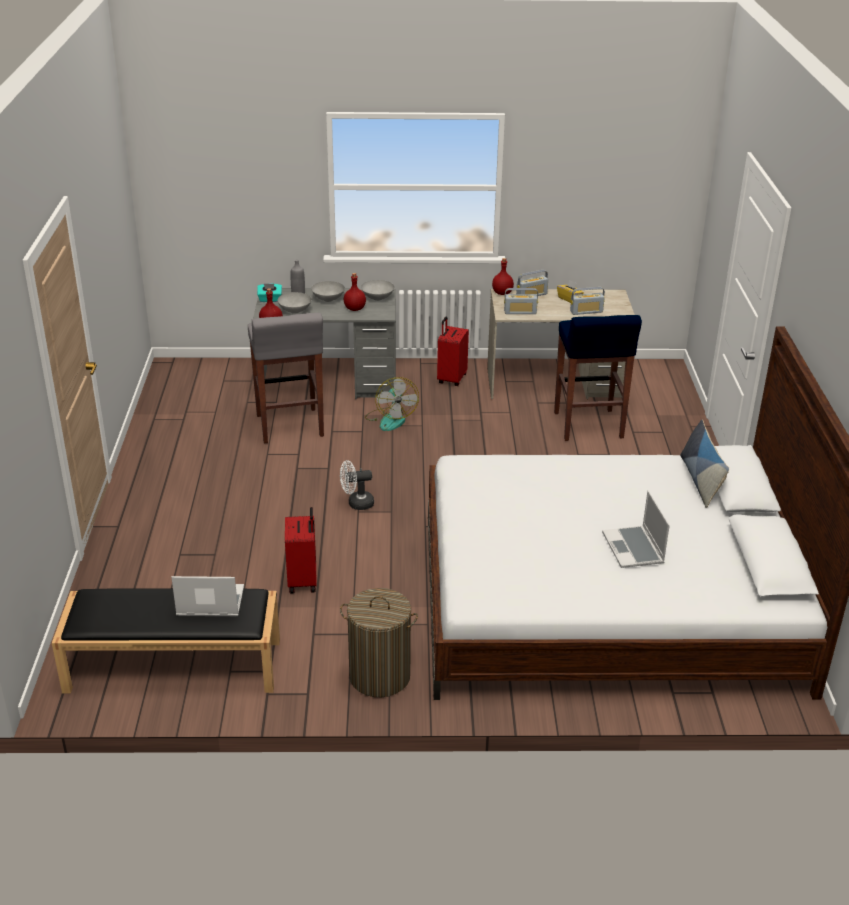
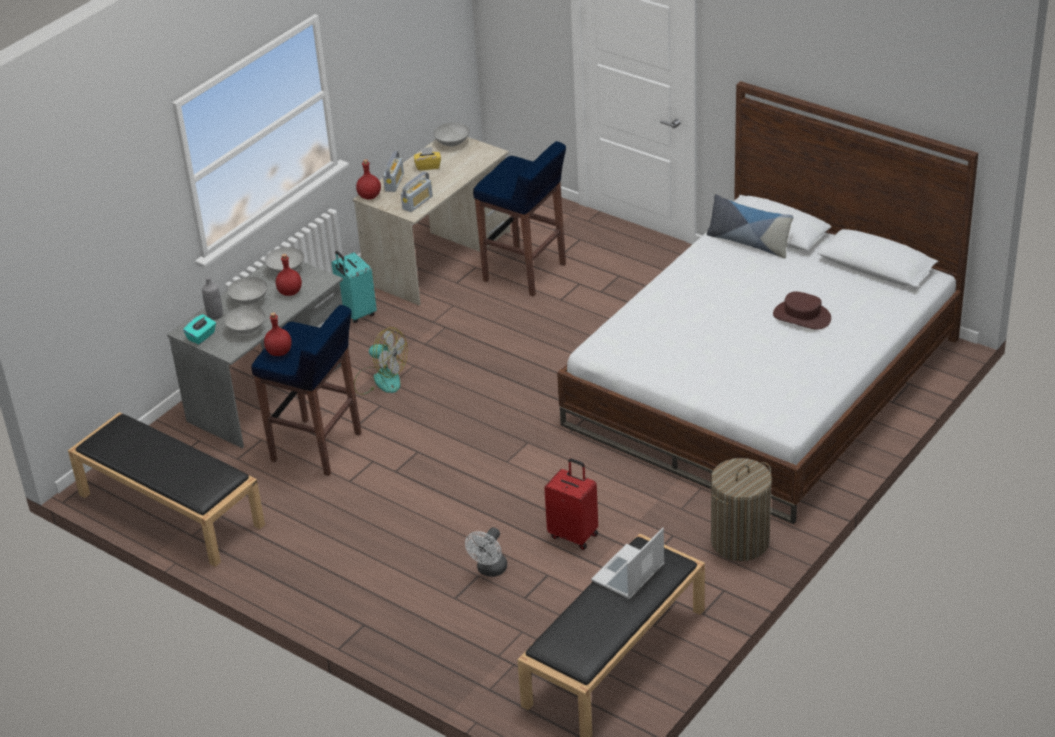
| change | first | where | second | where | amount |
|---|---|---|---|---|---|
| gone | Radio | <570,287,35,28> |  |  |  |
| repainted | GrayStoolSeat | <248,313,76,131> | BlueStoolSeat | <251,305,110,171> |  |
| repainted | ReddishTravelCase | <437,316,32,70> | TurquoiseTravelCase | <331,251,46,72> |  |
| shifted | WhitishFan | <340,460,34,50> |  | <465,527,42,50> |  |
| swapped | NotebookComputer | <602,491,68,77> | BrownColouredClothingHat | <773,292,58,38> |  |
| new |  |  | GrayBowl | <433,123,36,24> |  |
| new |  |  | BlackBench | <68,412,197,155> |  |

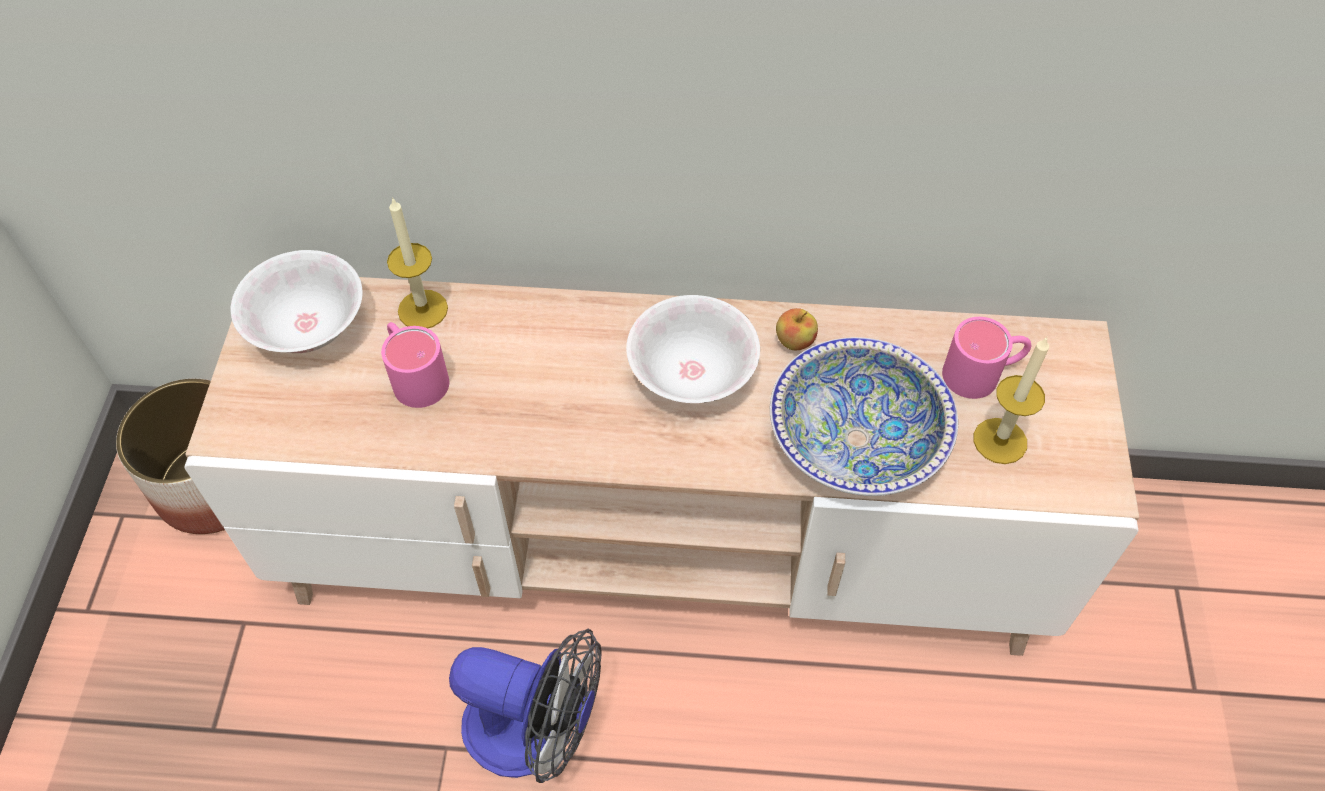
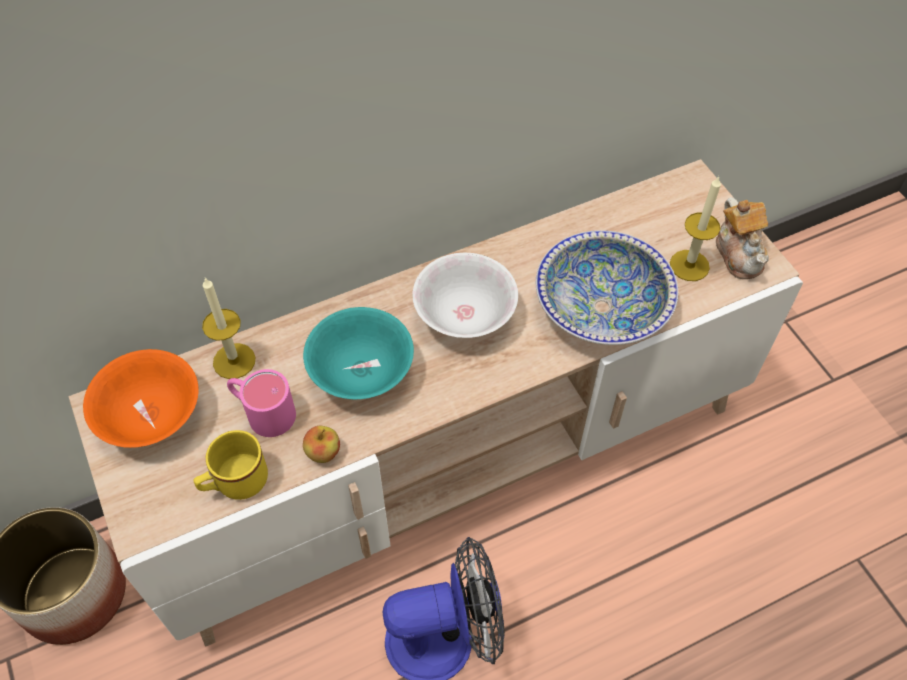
| change | first | where | second | where | amount |
|---|---|---|---|---|---|
| repainted | WhitishBowl | <231,250,132,103> | OrangeBowl | <83,349,116,99> |  |
| shifted | WholeApple | <776,308,42,42> |  | <303,426,37,37> |  |
| gone | PinkColouredTeaMug | <942,317,90,82> |  |  |  |
| new |  |  | PotForTea | <716,197,53,82> |  |
| new |  |  | TurquoiseBowl | <303,307,111,92> |  |
| new |  |  | YellowColouredTeaMug | <194,430,74,70> |  |

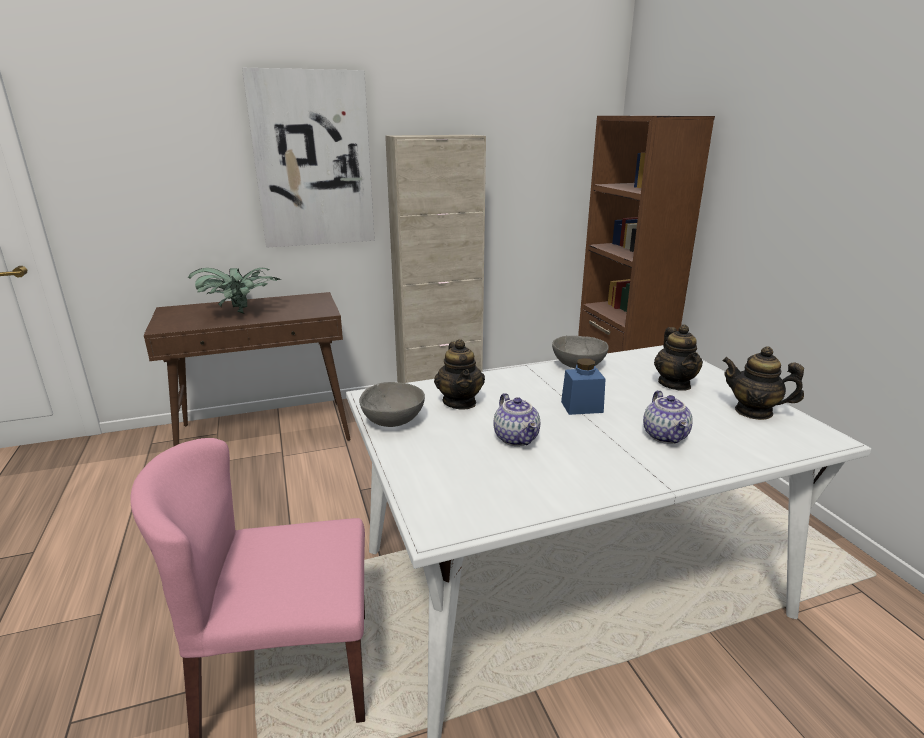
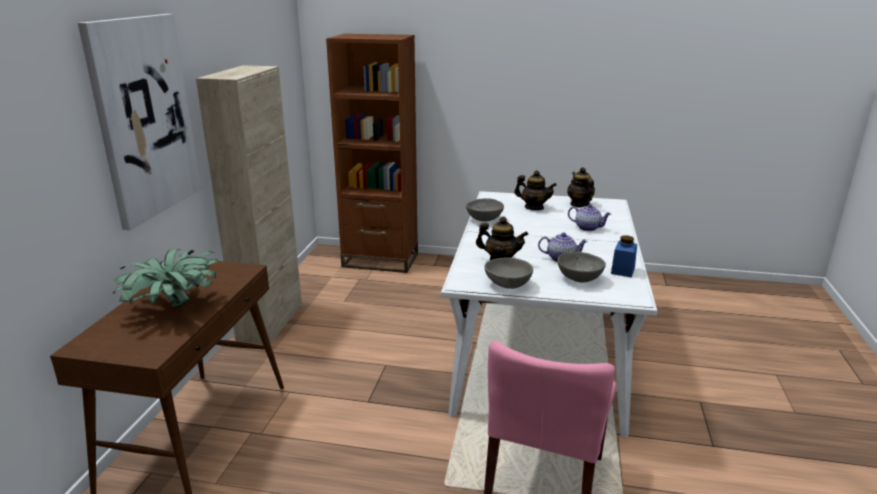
| change | first | where | second | where | amount |
|---|---|---|---|---|---|
| rotated | PotForTea | <722,347,82,73> |  | <567,167,28,40> | 105 degrees clockwise |
| shifted | BlueJar | <561,358,45,57> |  | <611,235,26,43> |  |
| new |  |  | GrayBowl | <557,251,49,31> |  |

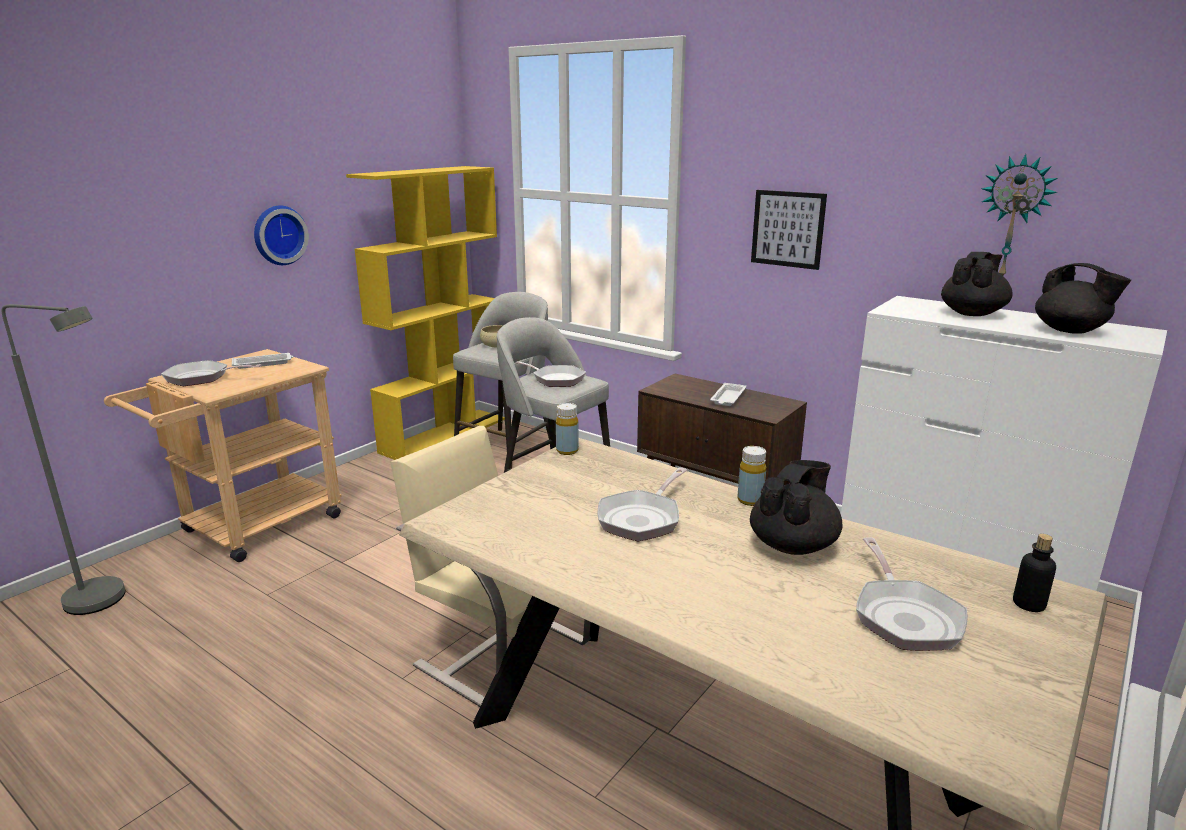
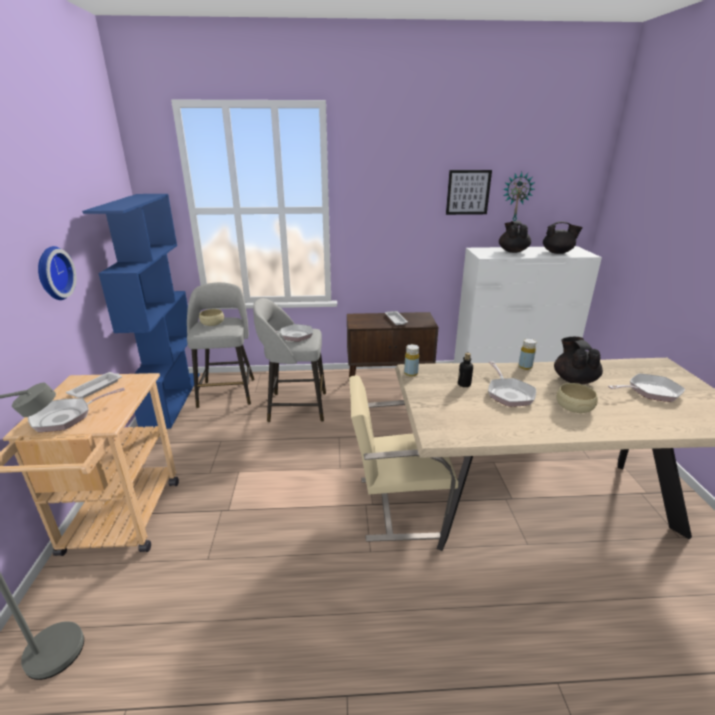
| change | first | where | second | where | amount |
|---|---|---|---|---|---|
| repainted | YellowColouredBookcase | <346,166,159,294> | BlueBookcase | <82,194,118,235> |  |
| shifted | WallPicture | <751,190,76,80> |  | <446,170,46,45> |  |
| shifted | BeverageBottle | <1013,534,43,78> |  | <458,353,15,34> |  |
| rotated | FryingPan | <856,537,112,114> |  | <608,374,77,28> | 60 degrees counterclockwise |
| new |  |  | BeigeColouredBowl | <556,383,42,30> |  |

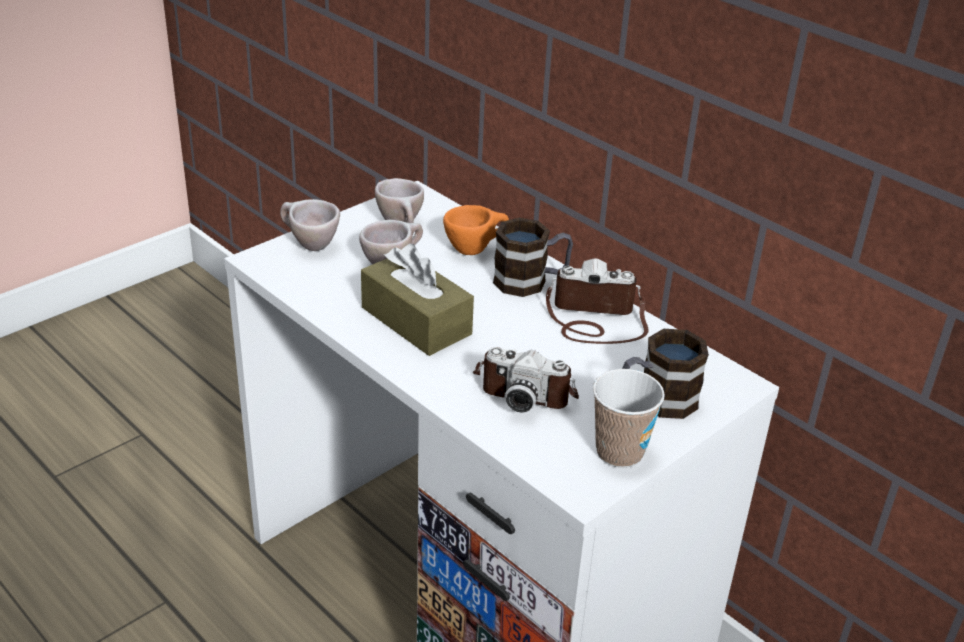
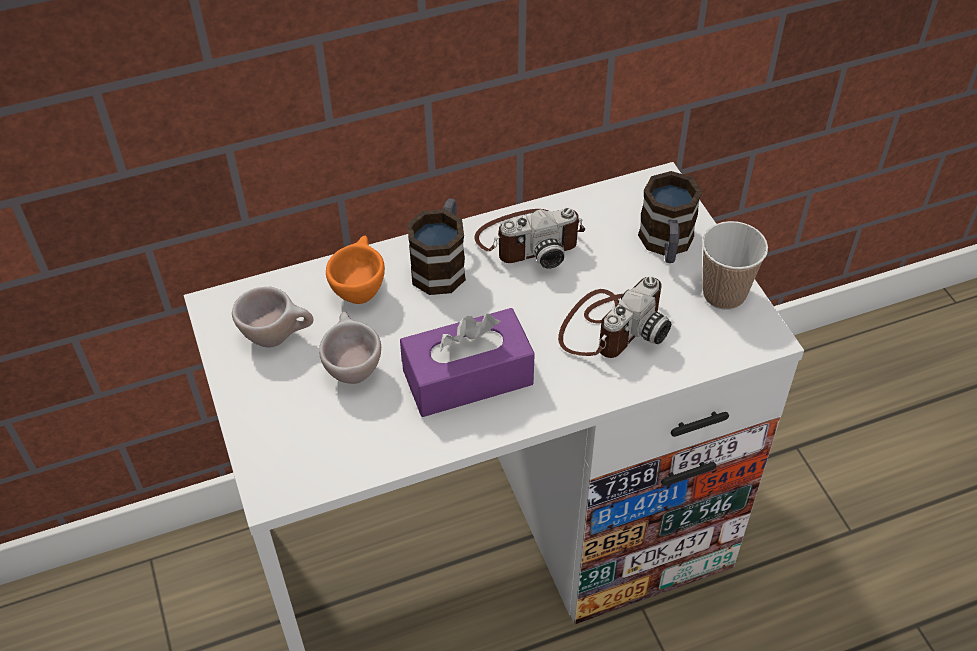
| change | first | where | second | where | amount |
|---|---|---|---|---|---|
| gone | BeigeColouredCup | <280,199,60,52> |  |  |  |
| repainted | BrownColouredTissueBox | <361,244,113,112> | PurpleTissueBox | <400,308,135,109> |  |
| rotated | StillCamera | <546,258,103,86> |  | <474,208,111,61> | 135 degrees counterclockwise |

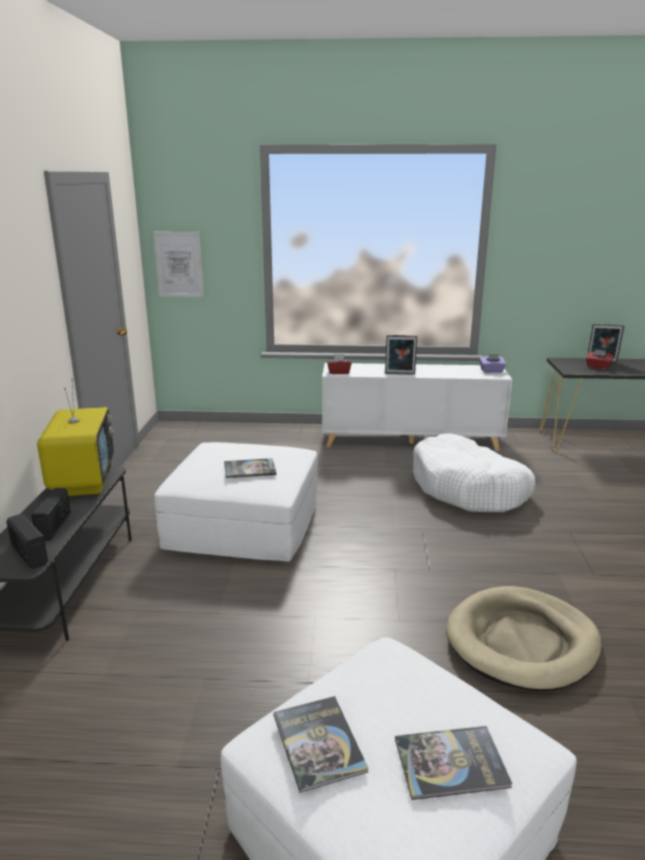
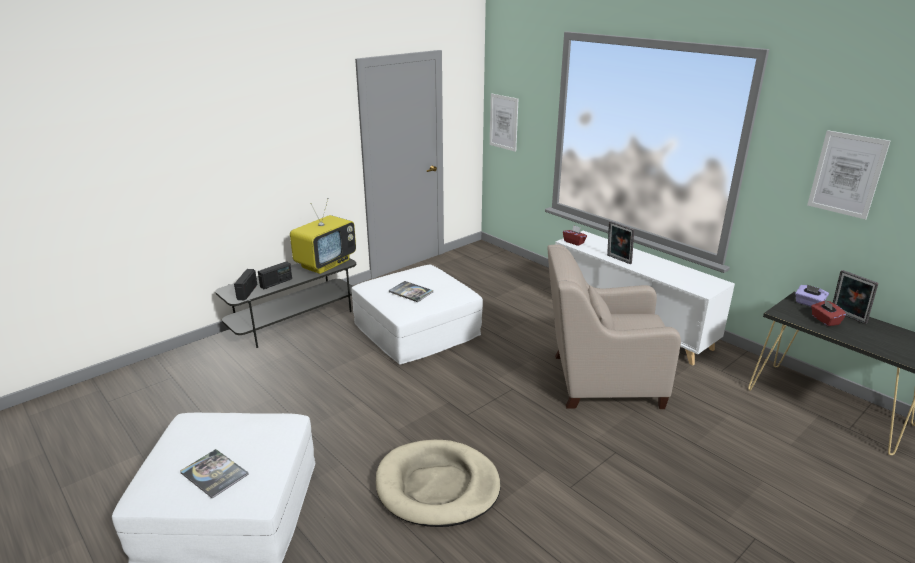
| change | first | where | second | where | amount |
|---|---|---|---|---|---|
| shifted | PurpleTissueBox | <480,354,26,19> |  | <795,284,34,23> |  |
| swapped | WhitishDogBed | <413,434,123,78> | BeigeColouredEasyChair | <547,244,134,165> |  |
| gone | BoundBook | <273,696,96,97> |  |  |  |
| new |  |  | WallPicture | <807,130,83,90> |  |

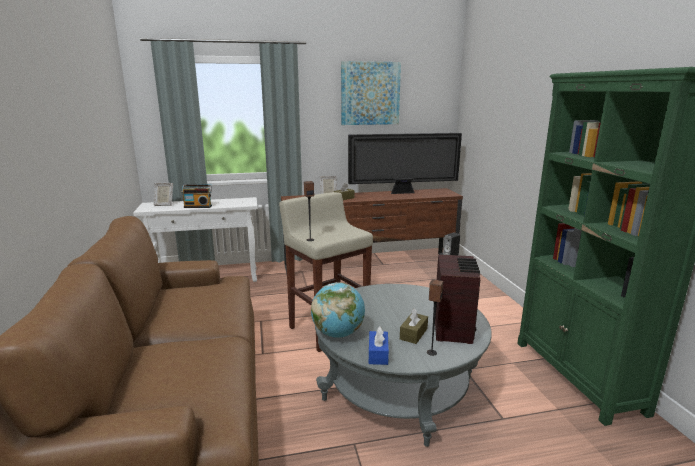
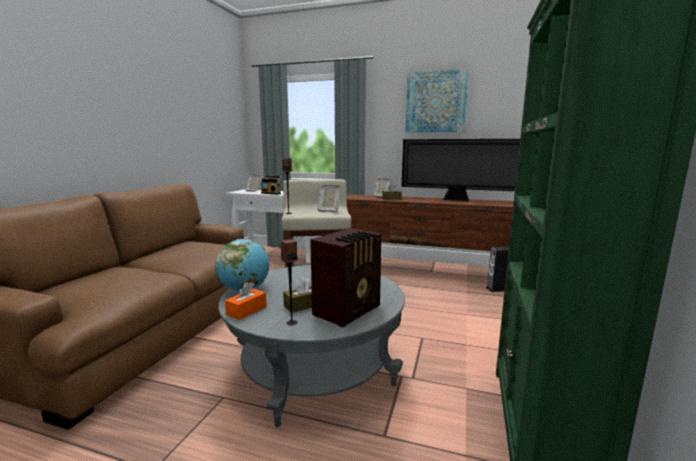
| change | first | where | second | where | amount |
|---|---|---|---|---|---|
| repainted | BlueTissueBox | <369,326,20,39> | OrangeTissueBox | <225,282,42,38> |  |
| new |  |  | PhotoFrame | <317,184,25,28> |  |

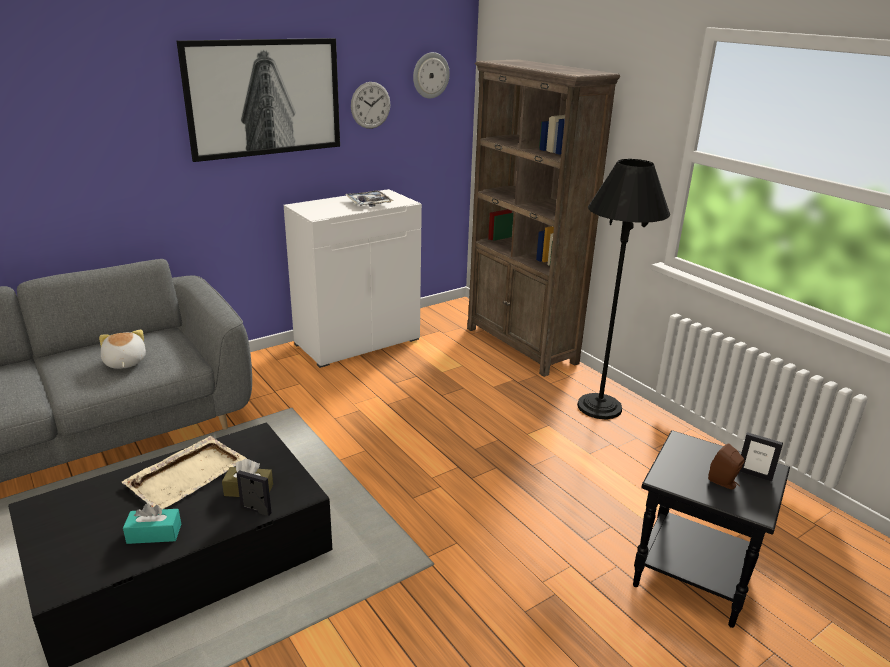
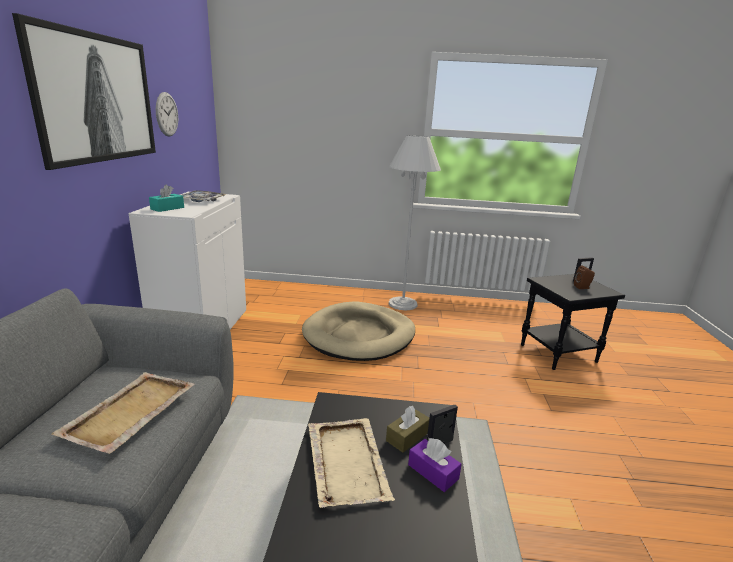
| change | first | where | second | where | amount |
|---|---|---|---|---|---|
| gone | WallClock | <413,52,37,46> |  |  |  |
| gone | BrownColouredBookcase | <467,59,153,318> |  |  |  |
| repainted | BlackStandardLamp | <577,159,93,260> | WhitishStandardLamp | <389,135,52,175> |  |
| swapped | SoftToy | <99,330,47,39> | BeigeColouredCarryingTray | <51,372,144,82> |  |
| shifted | TurquoiseTissueBox | <123,503,58,41> |  | <149,184,35,28> |  |
| new |  |  | BeigeColouredDogBed | <302,302,113,59> |  |
| new |  |  | PurpleTissueBox | <408,438,54,54> |  |

